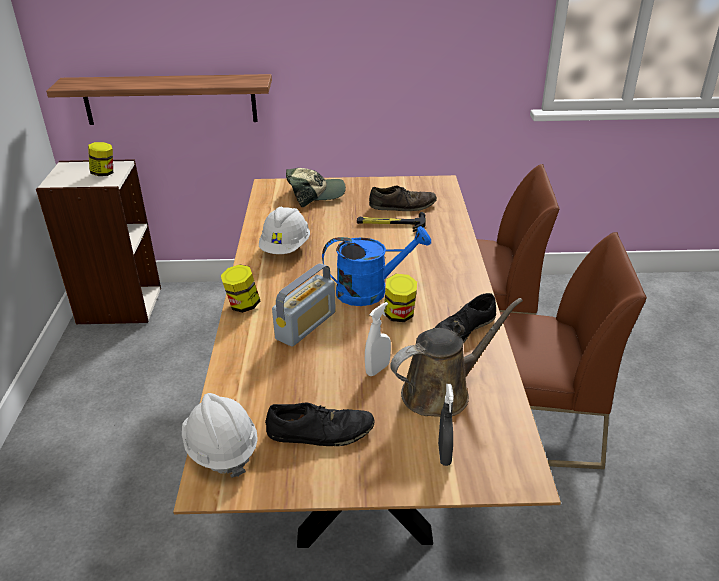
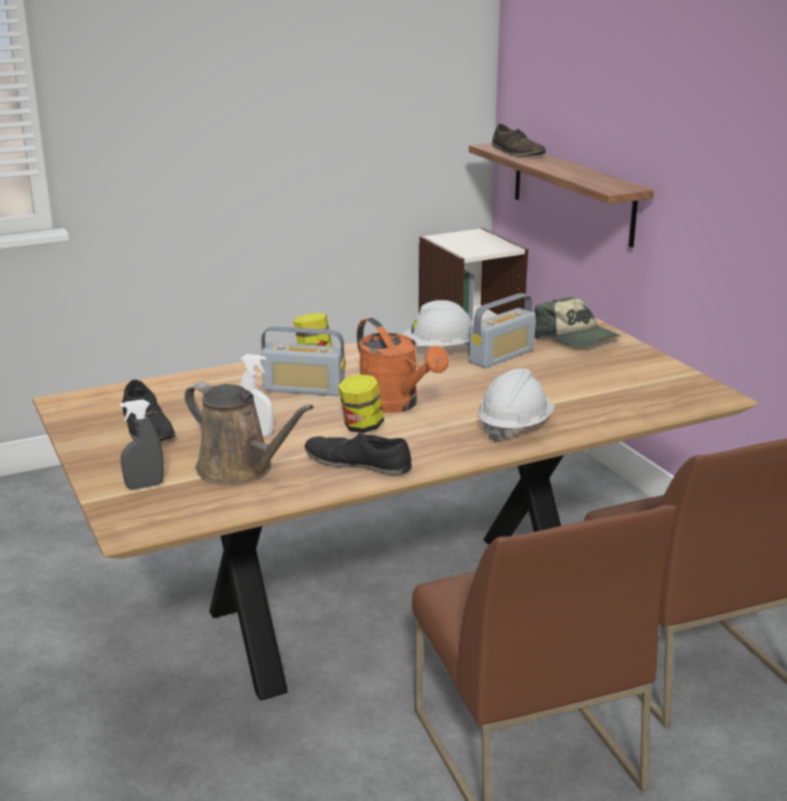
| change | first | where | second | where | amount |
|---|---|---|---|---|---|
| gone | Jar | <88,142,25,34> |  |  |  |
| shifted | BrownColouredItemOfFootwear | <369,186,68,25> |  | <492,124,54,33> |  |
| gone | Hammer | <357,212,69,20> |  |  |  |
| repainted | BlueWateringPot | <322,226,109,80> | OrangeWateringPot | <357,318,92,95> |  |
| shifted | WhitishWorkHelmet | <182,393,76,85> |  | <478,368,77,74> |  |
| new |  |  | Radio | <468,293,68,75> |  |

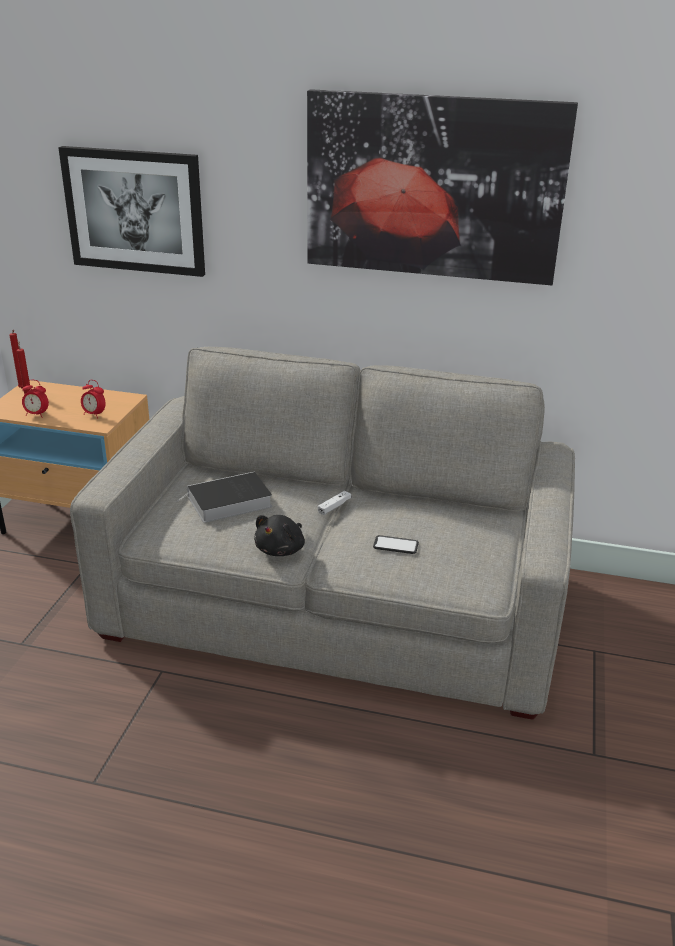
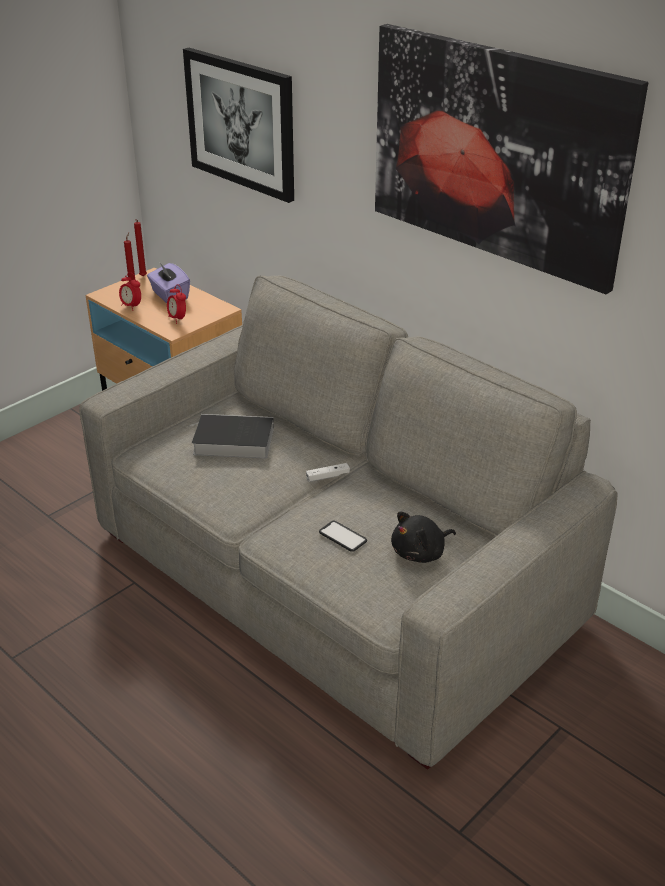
| change | first | where | second | where | amount |
|---|---|---|---|---|---|
| shifted | BlackSoftToy | <254,515,51,41> |  | <391,512,65,51> |  |
| new |  |  | PurpleTissueBox | <147,263,43,40> |  |

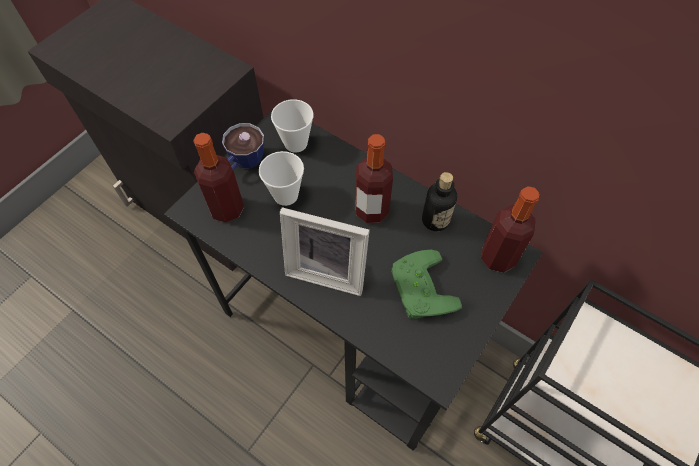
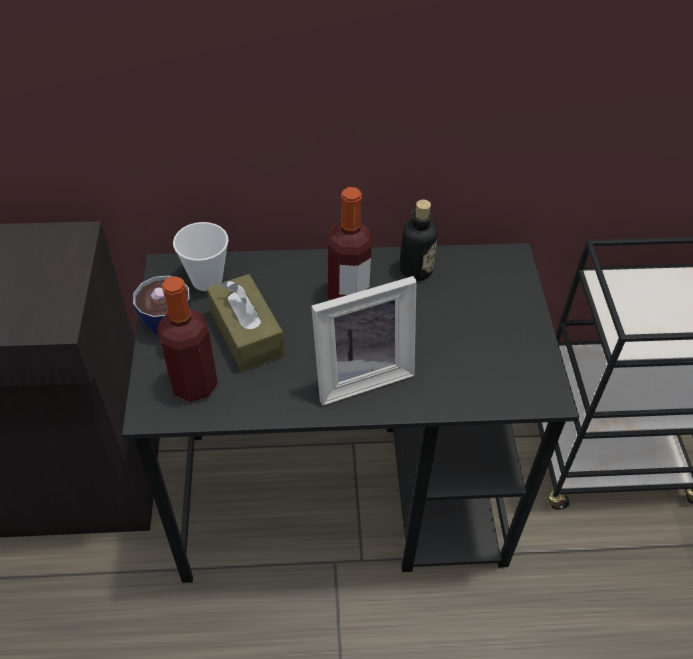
| change | first | where | second | where | amount |
|---|---|---|---|---|---|
| swapped | Cup | <259,151,45,55> | BrownColouredTissueBox | <207,274,77,98> |  |
| gone | BeverageBottle | <481,186,58,87> |  |  |  |
| gone | GreenColouredGameController | <391,250,71,69> |  |  |  |

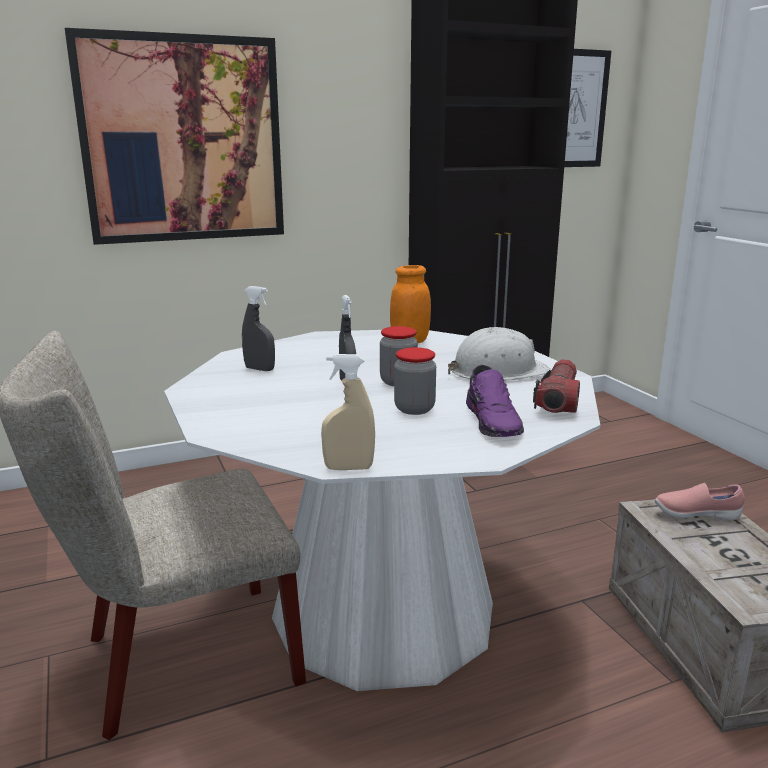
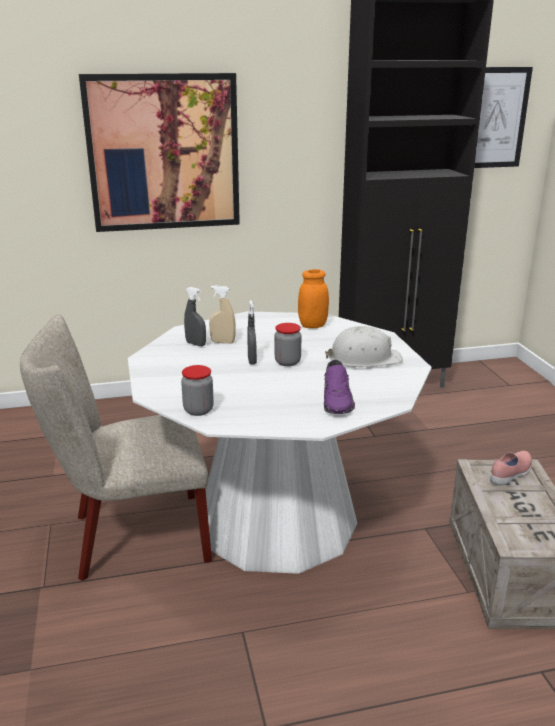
| change | first | where | second | where | amount |
|---|---|---|---|---|---|
| shifted | Jar | <394,347,42,68> |  | <181,365,33,51> |  |
| shifted | BeigeColouredSprayer | <321,354,54,116> |  | <209,285,27,58> |  |
| gone | HandTorch | <533,359,47,54> |  |  |  |
| rotated | PinkColouredItemOfFootwear | <655,483,90,37> |  | <490,451,42,34> | 120 degrees clockwise |

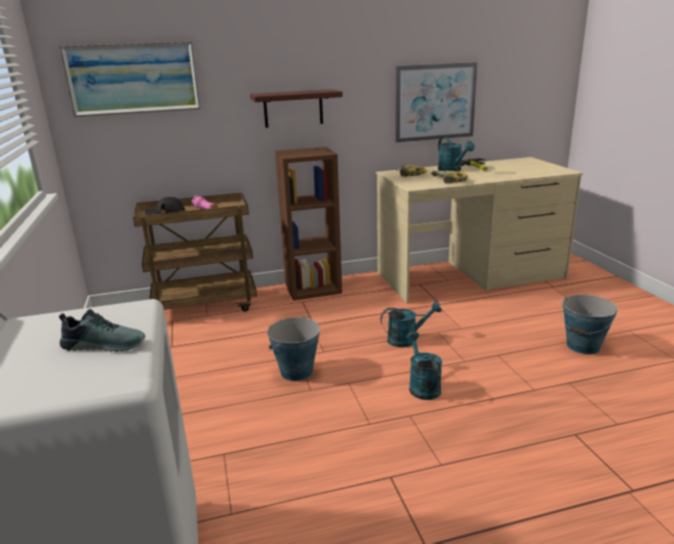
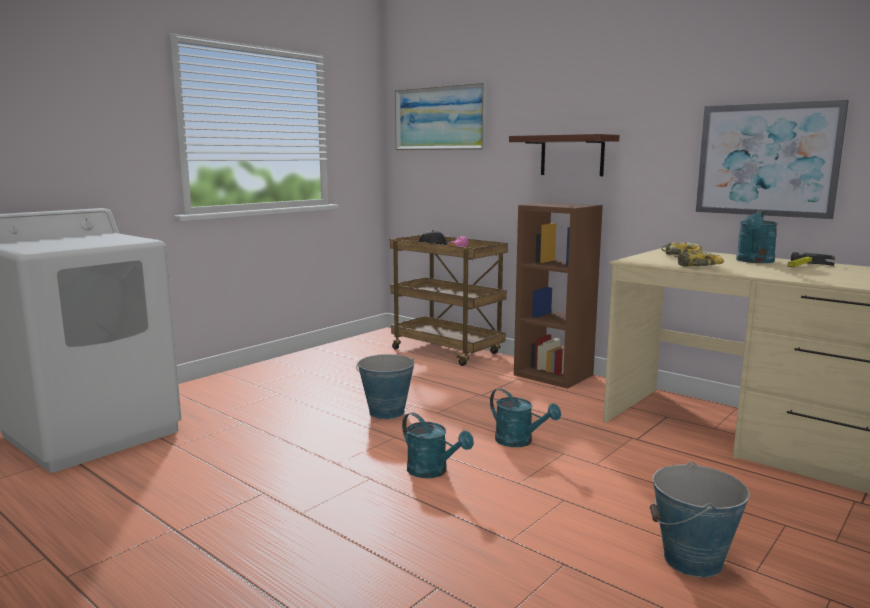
| change | first | where | second | where | amount |
|---|---|---|---|---|---|
| gone | ItemOfFootwear | <59,309,86,43> |  |  |  |
| rotated | TurquoiseWateringPot | <406,332,36,68> |  | <402,412,72,66> | 90 degrees clockwise |

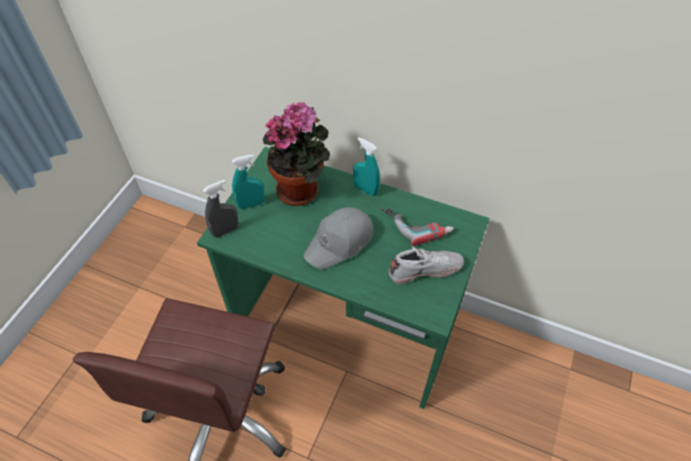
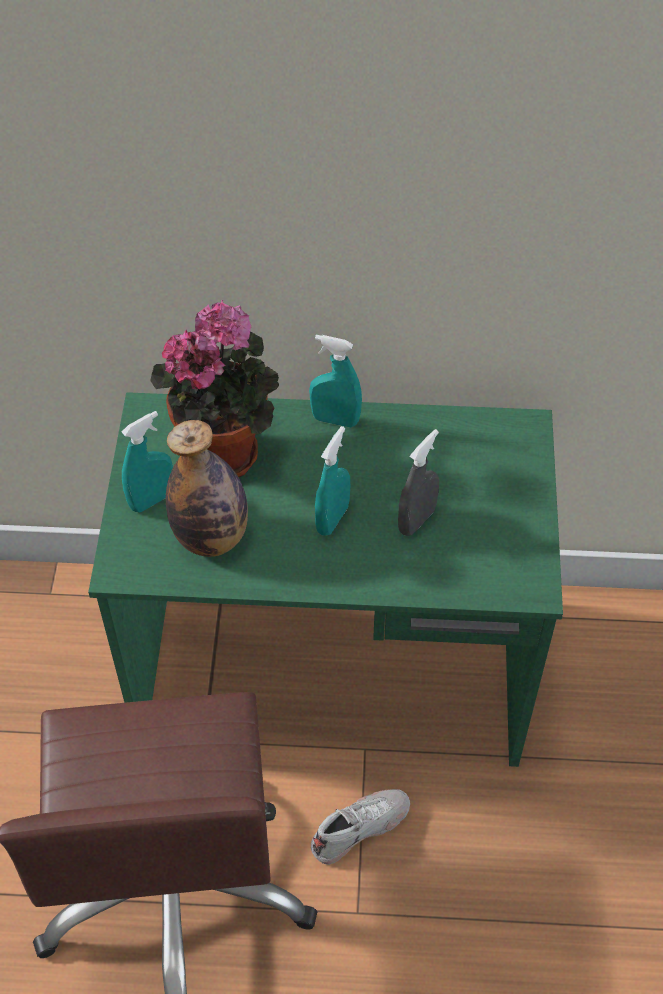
| change | first | where | second | where | amount |
|---|---|---|---|---|---|
| shifted | GraySprayer | <203,180,36,58> |  | <398,429,41,107> |  |
| swapped | GrayPeakedCap | <303,207,70,63> | TurquoiseSprayer | <315,426,35,110> |  |
| gone | Drill | <381,207,73,39> |  |  |  |
| shifted | WhitishItemOfFootwear | <389,246,75,38> |  | <311,789,99,76> |  |
| new |  |  | BeverageBottle | <166,420,82,137> |  |

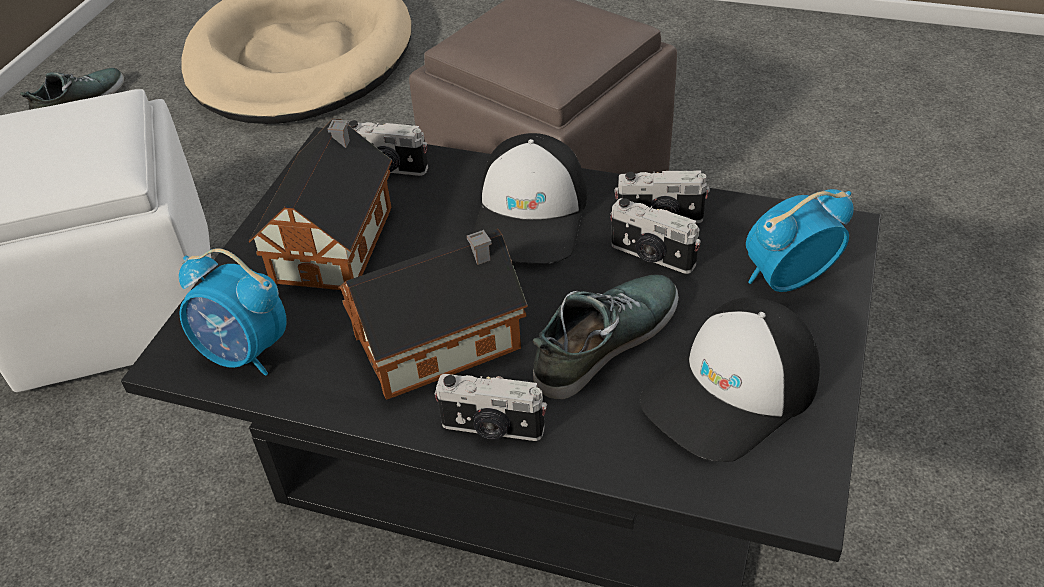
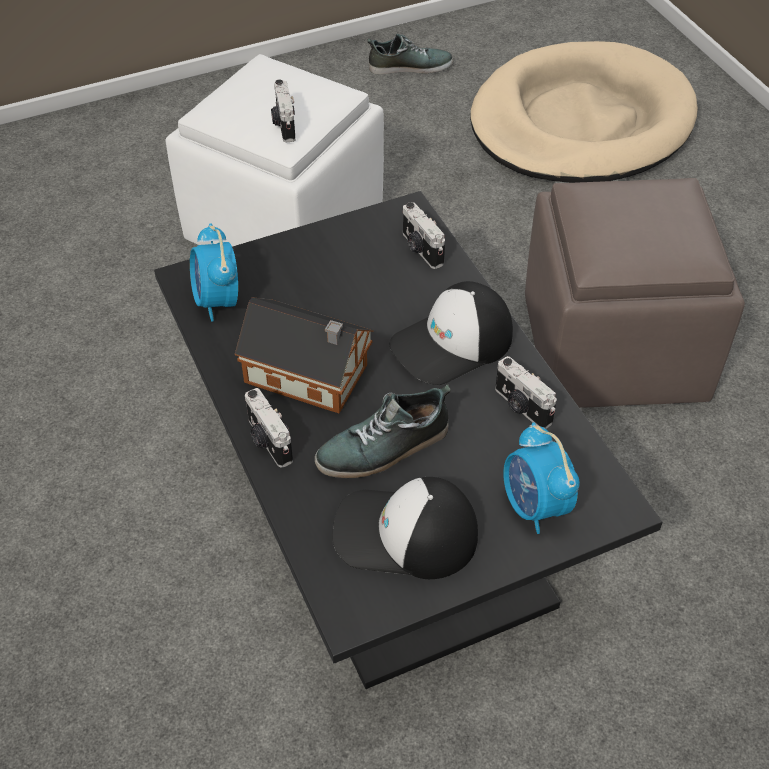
| change | first | where | second | where | amount |
|---|---|---|---|---|---|
| gone | ToyHouse | <249,119,143,171> |  |  |  |
| rotated | TableClock | <746,189,108,103> |  | <503,423,77,111> | 135 degrees counterclockwise |
| shifted | StillCamera | <610,198,91,76> |  | <271,79,24,63> |  |
| rotated | ItemOfFootwear | <533,274,146,125> |  | <315,384,136,94> | 150 degrees clockwise |

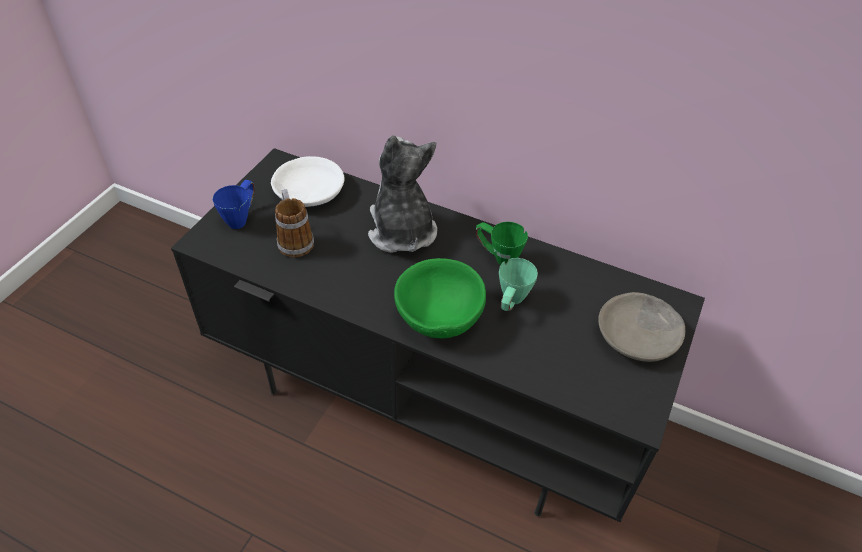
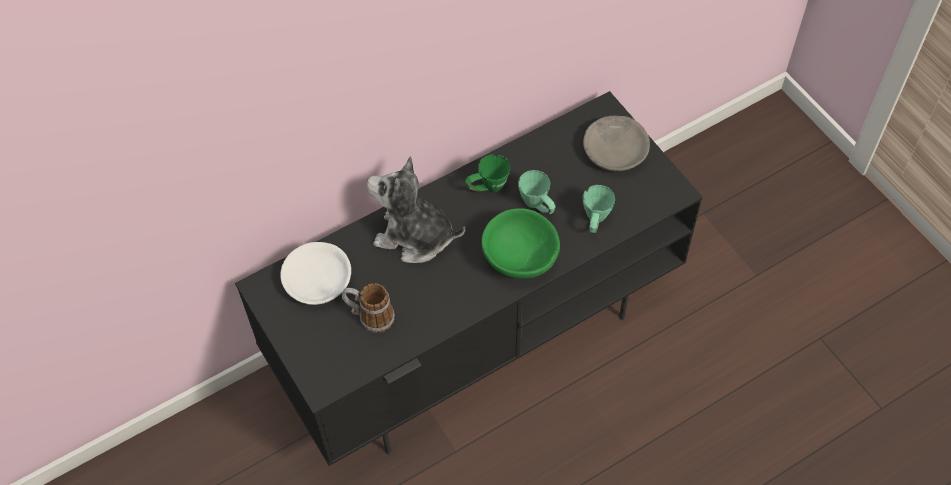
| change | first | where | second | where | amount |
|---|---|---|---|---|---|
| gone | BlueTeaMug | <212,180,43,49> |  |  |  |
| new |  |  | GreenColouredTeaMug | <583,185,32,48> |  |

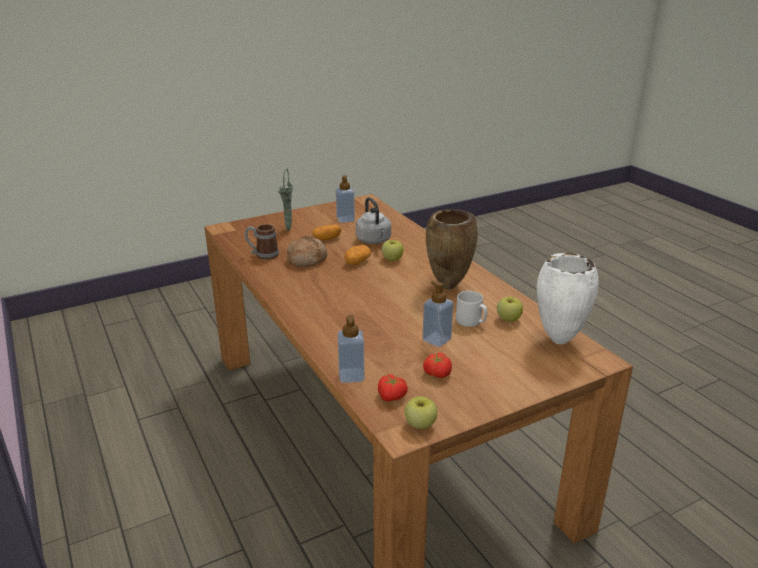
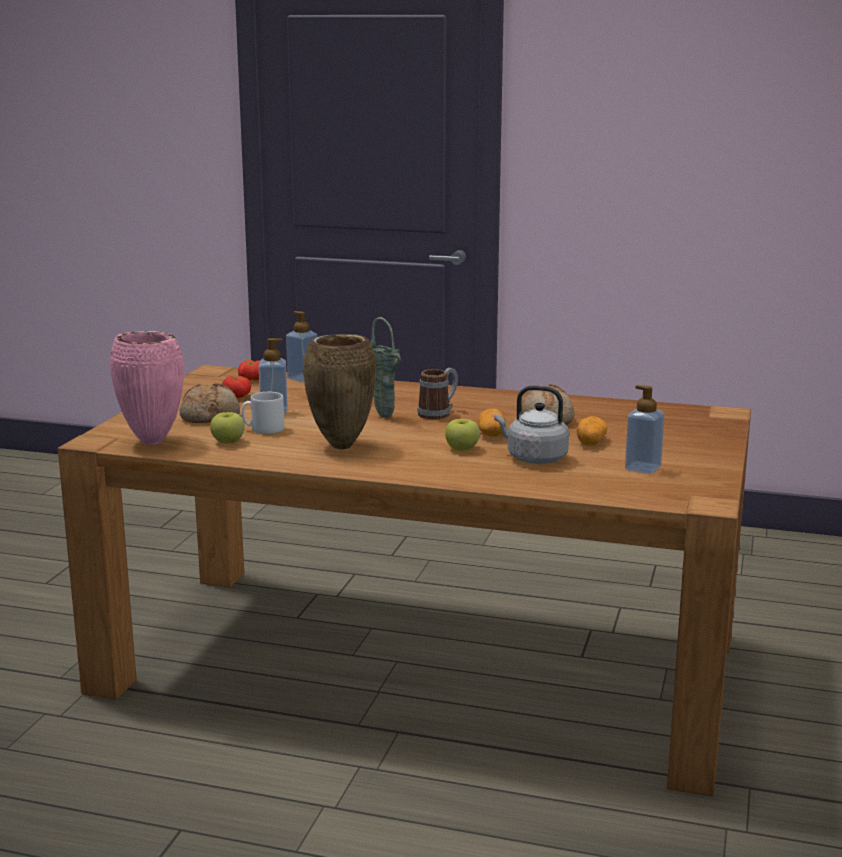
| change | first | where | second | where | amount |
|---|---|---|---|---|---|
| shifted | GreenColouredVase | <278,168,15,63> |  | <370,317,31,101> |  |
| shifted | TeaMug | <245,224,34,36> |  | <417,368,41,52> |  |
| repainted | WhitishVase | <537,253,62,91> | PinkColouredVase | <110,331,74,114> |  |
| gone | WholeApple | <405,396,32,33> |  |  |  |
| new |  |  | BakeryBread | <179,382,61,41> |  |

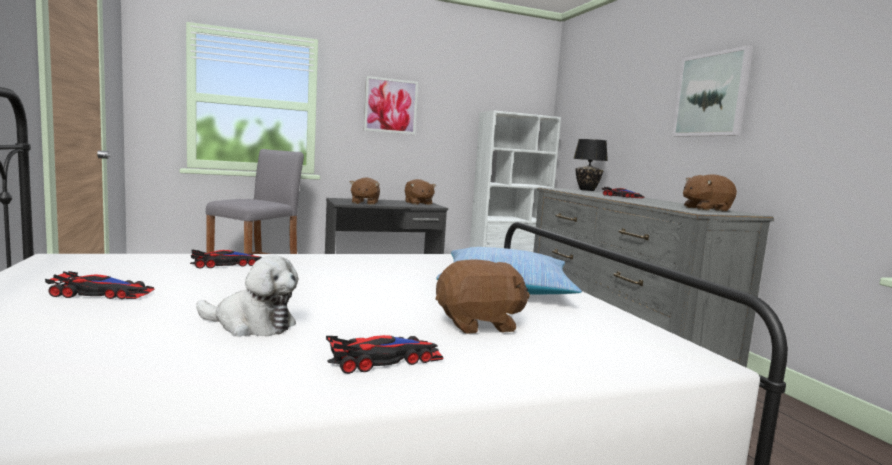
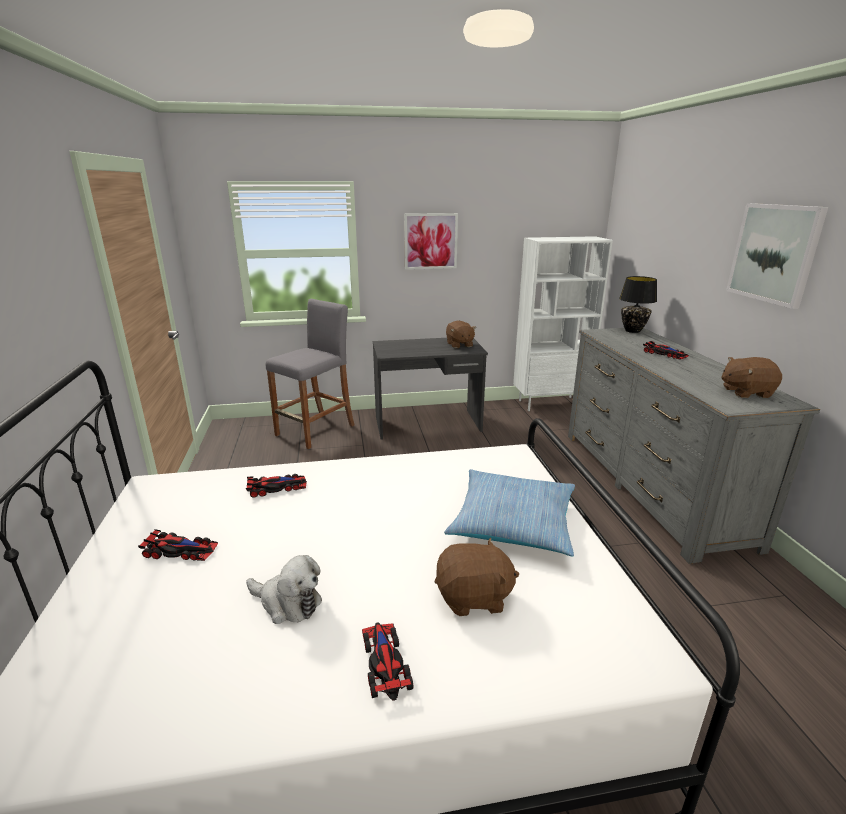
| change | first | where | second | where | amount |
|---|---|---|---|---|---|
| gone | BrownColouredSoftToy | <350,177,30,28> |  |  |  |
| rotated | ToyCar | <326,335,118,39> |  | <362,622,52,79> | 90 degrees counterclockwise |

